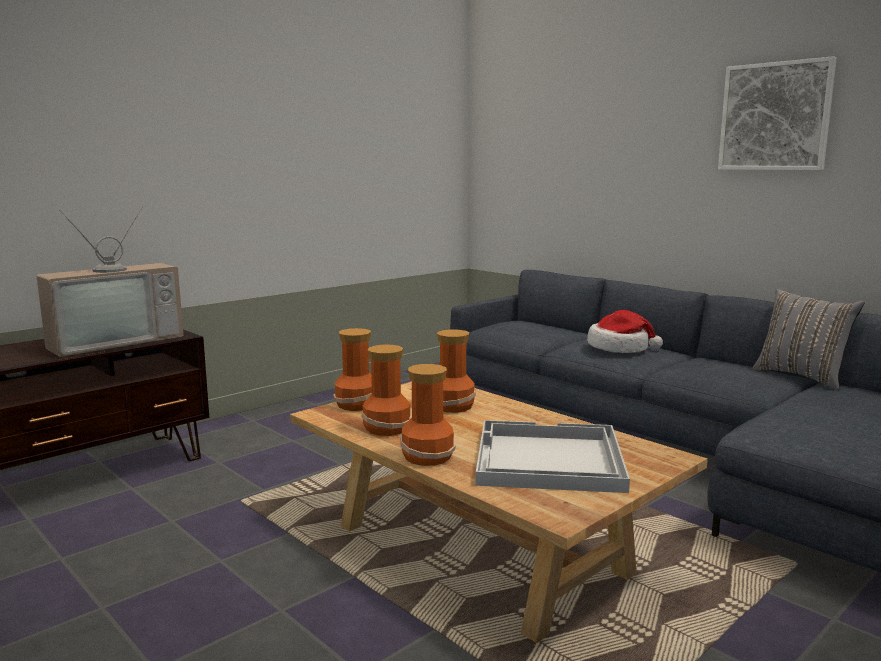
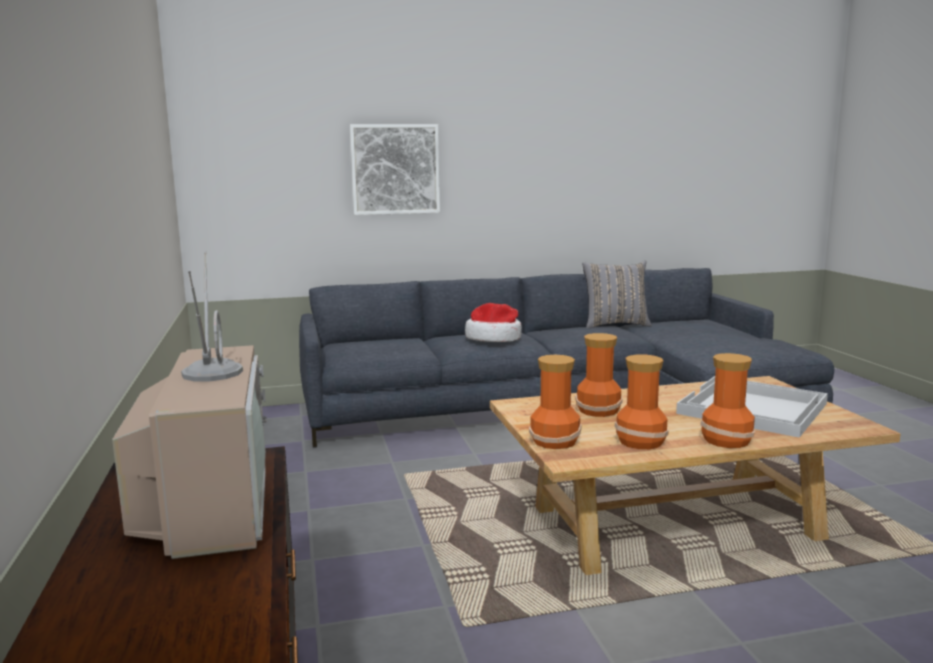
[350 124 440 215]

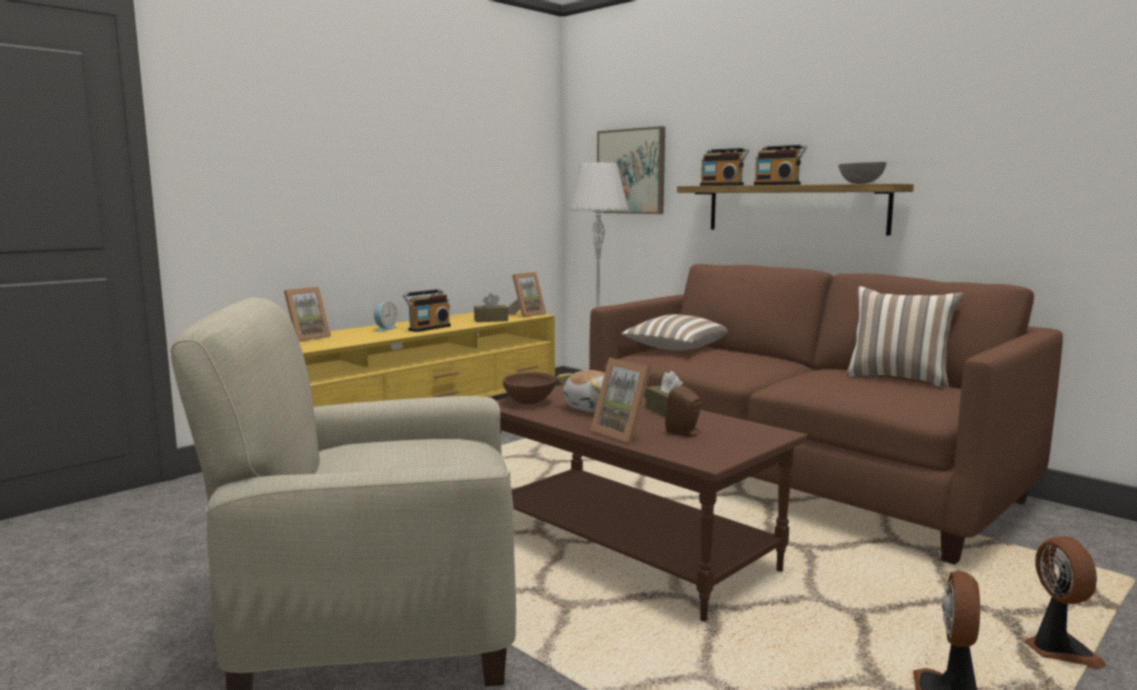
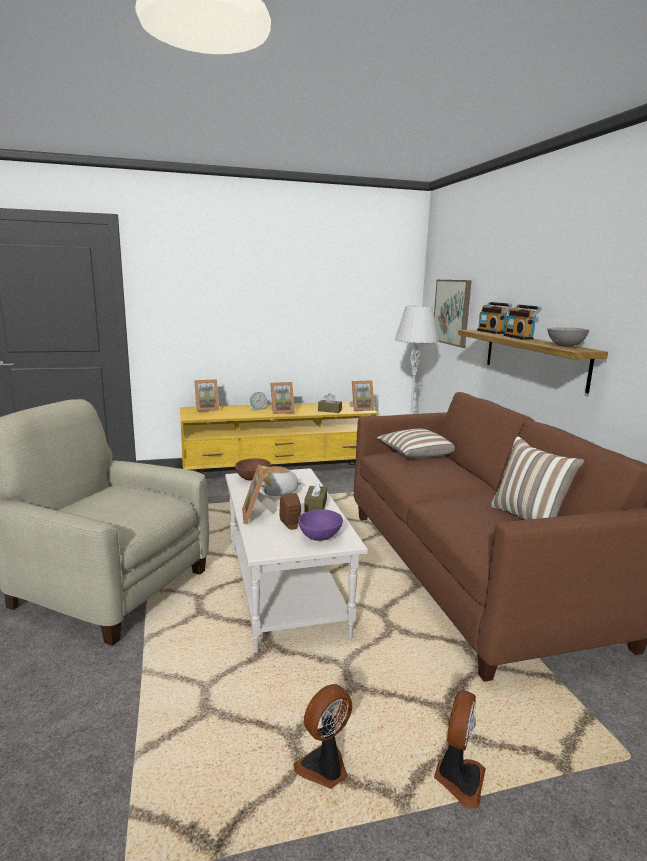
[270 382 295 414]
[225 468 368 653]
[298 509 343 541]

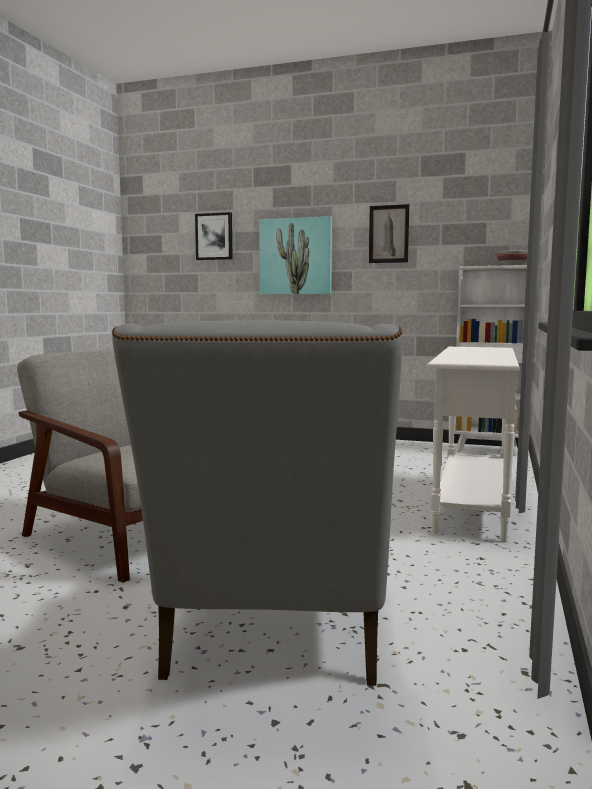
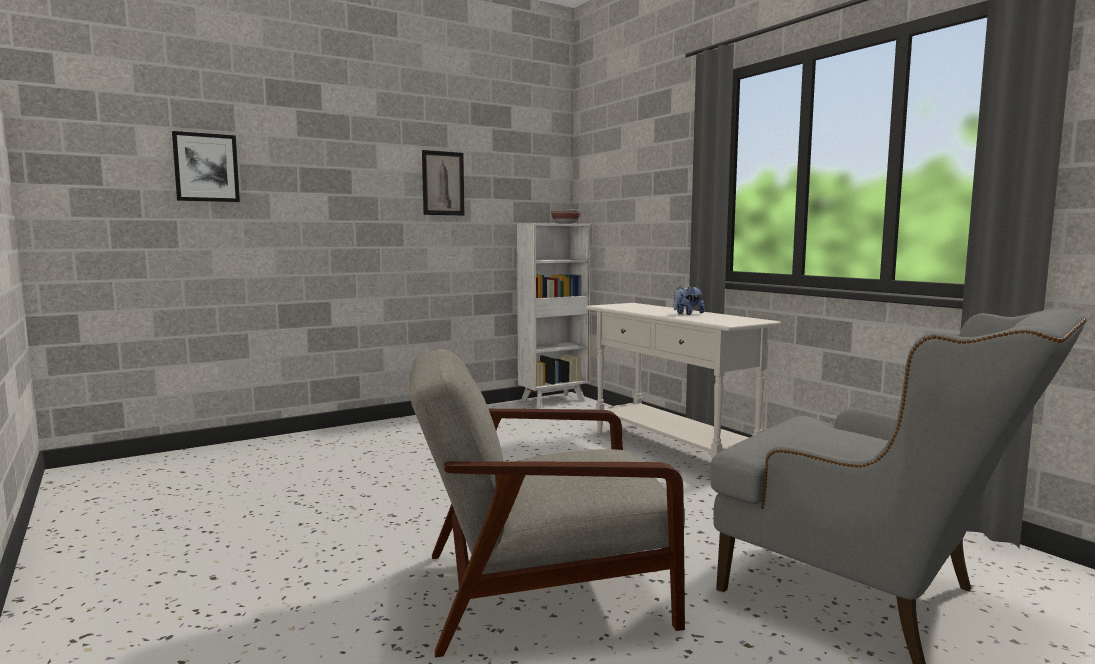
[259 216 332 294] (first image)
[674 286 705 315]

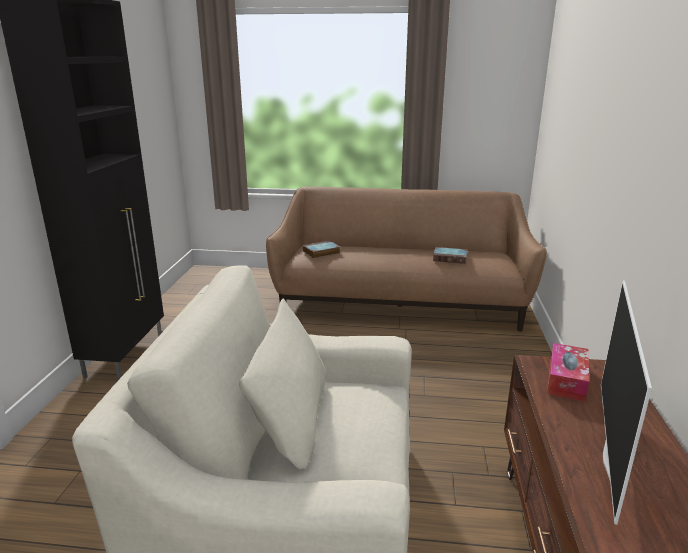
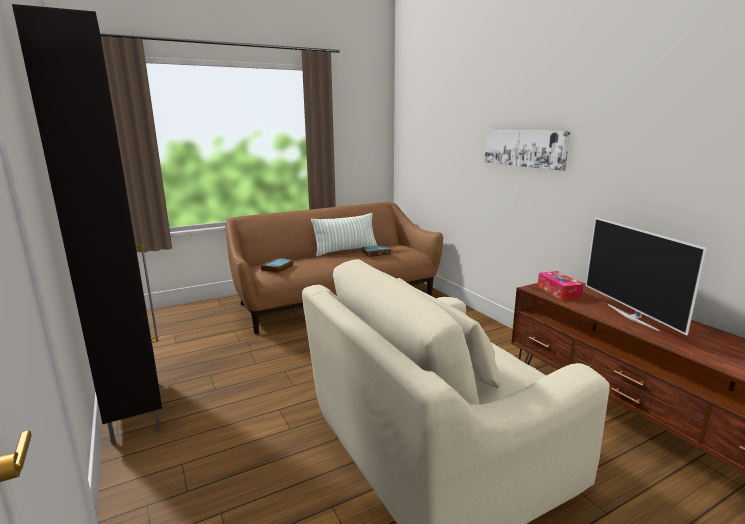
[485 130 570 171]
[311 213 377 257]

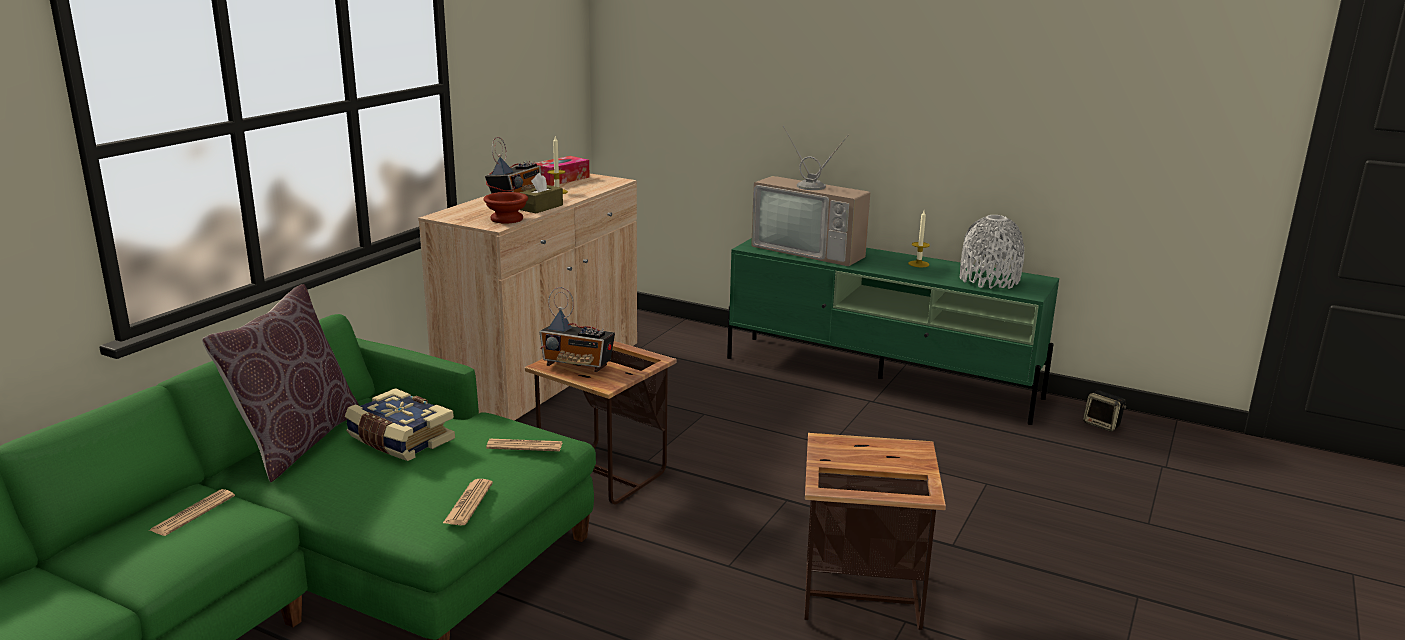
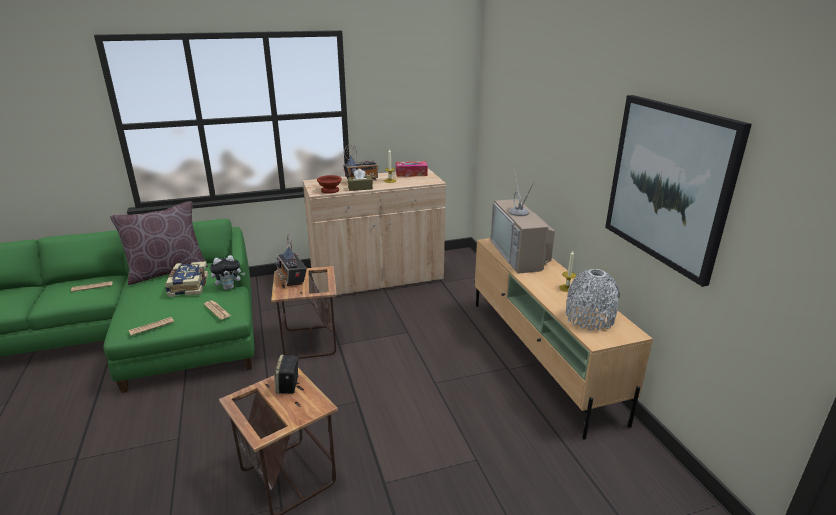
[475 238 653 440]
[275 355 300 394]
[605 95 752 287]
[210 255 245 290]

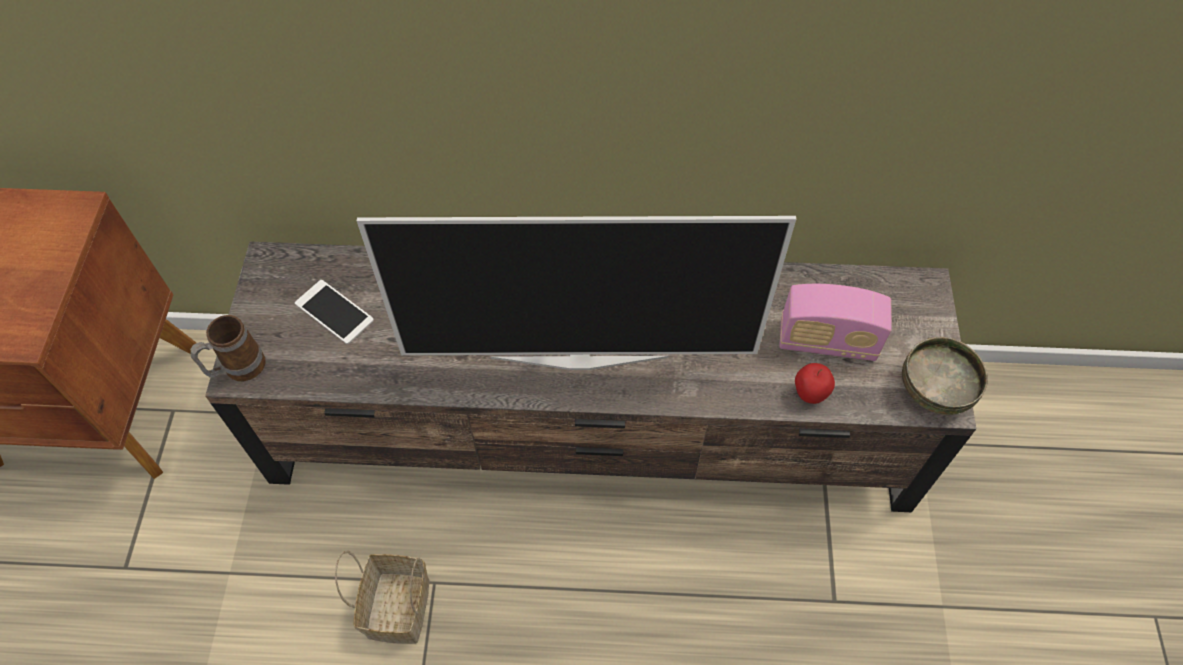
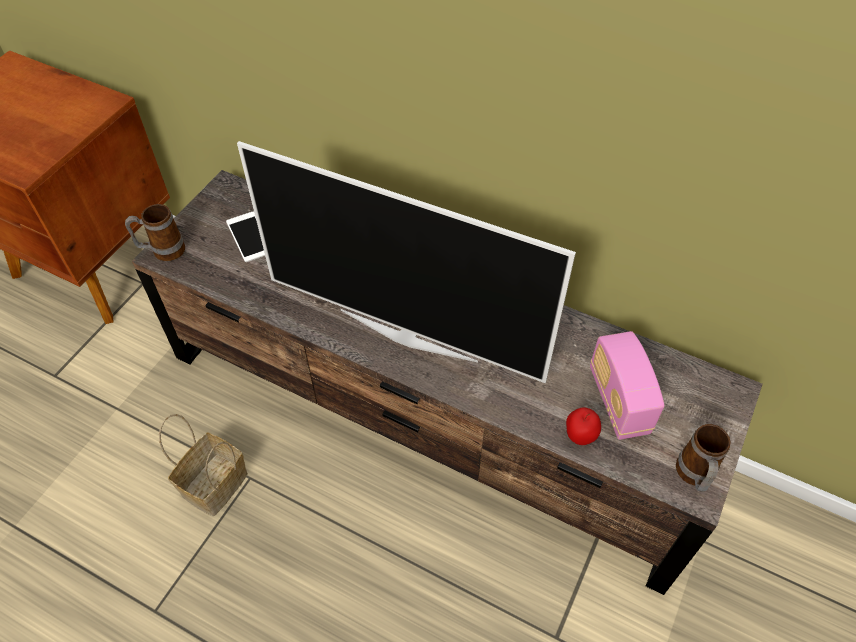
[590 331 665 440]
[676 424 731 492]

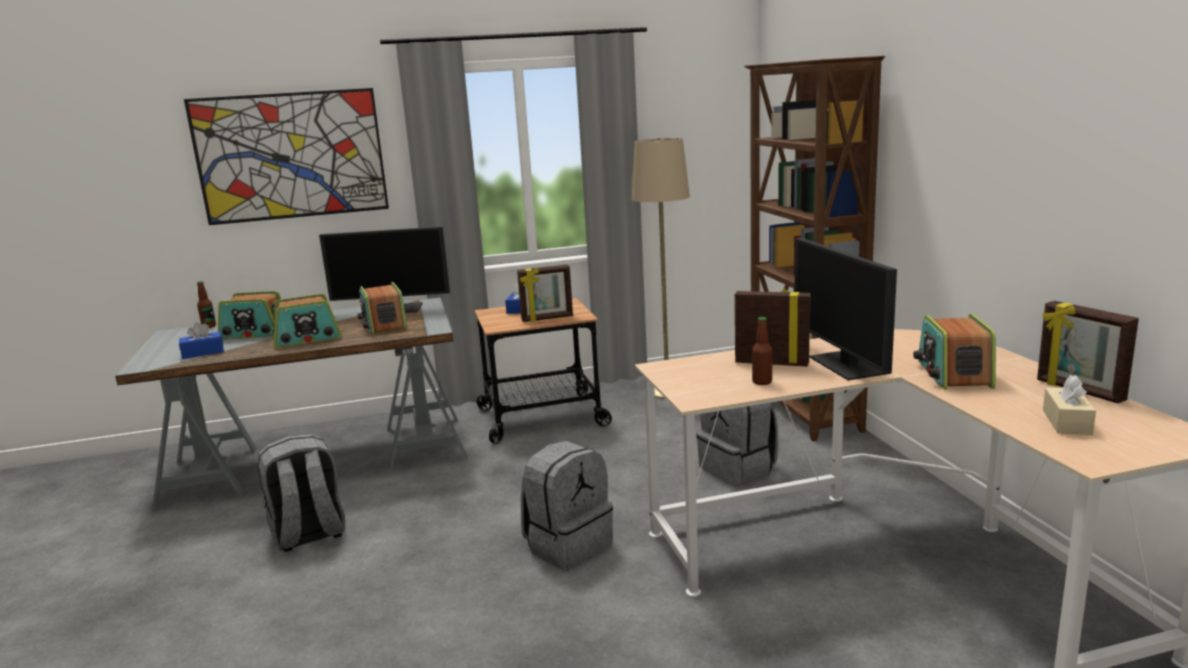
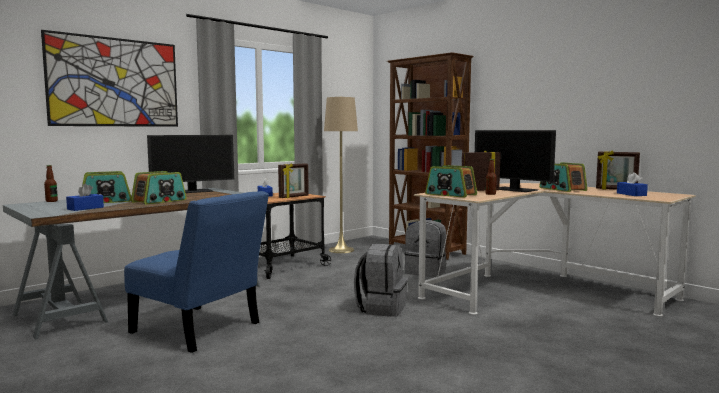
[425 165 477 198]
[617 172 648 196]
[124 191 269 353]

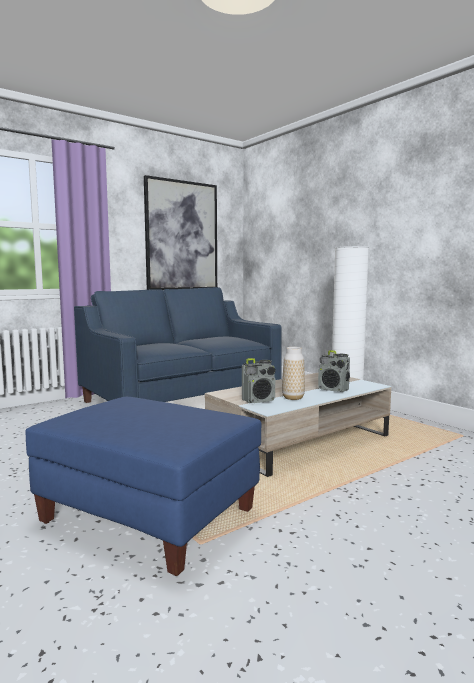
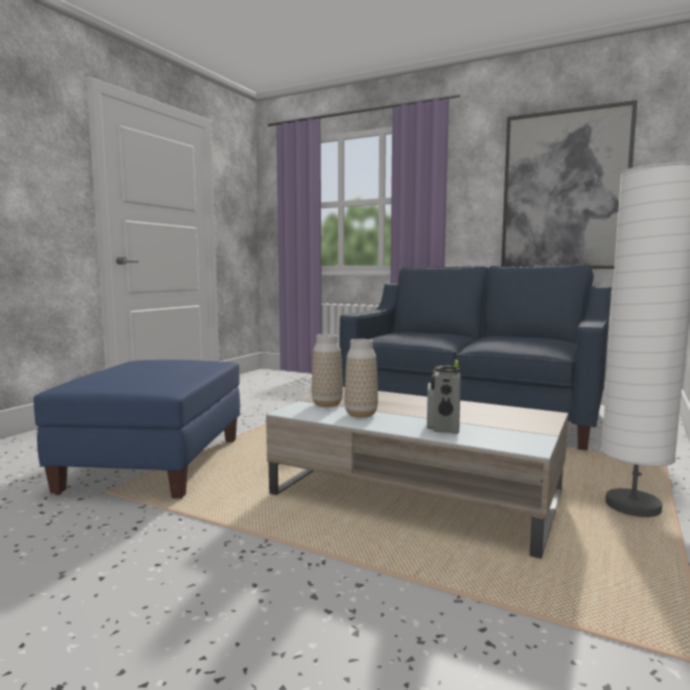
[311 334 343 407]

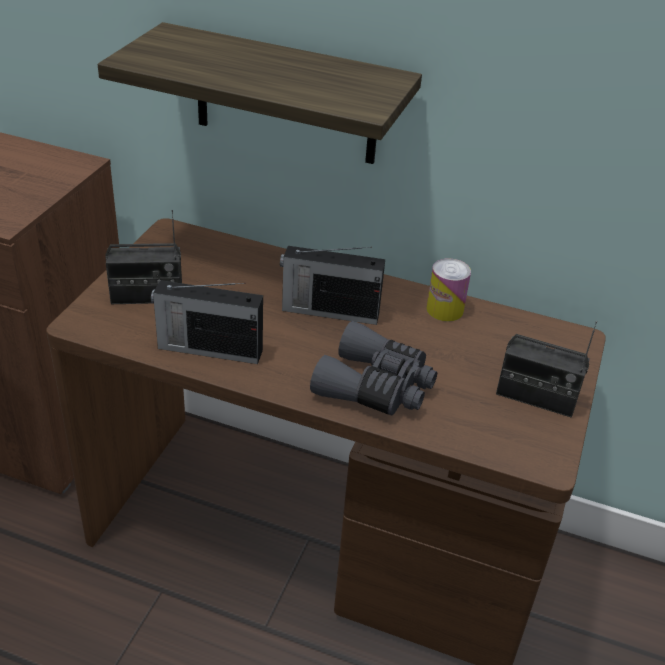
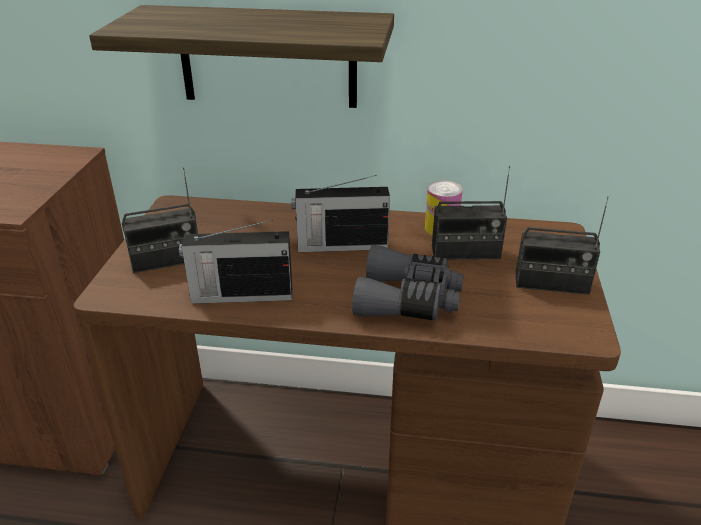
[432 166 510 259]

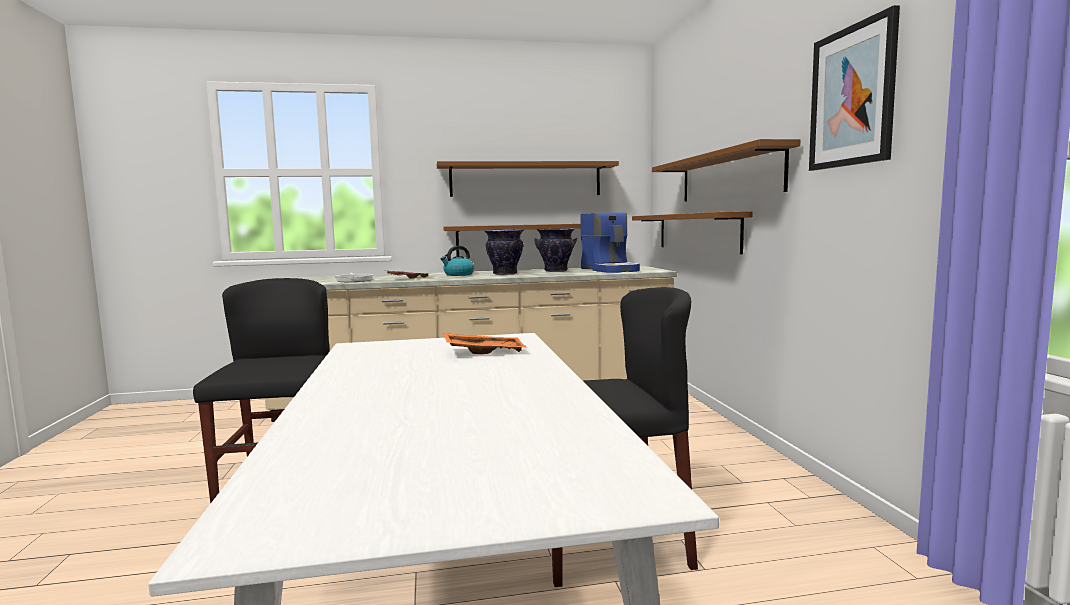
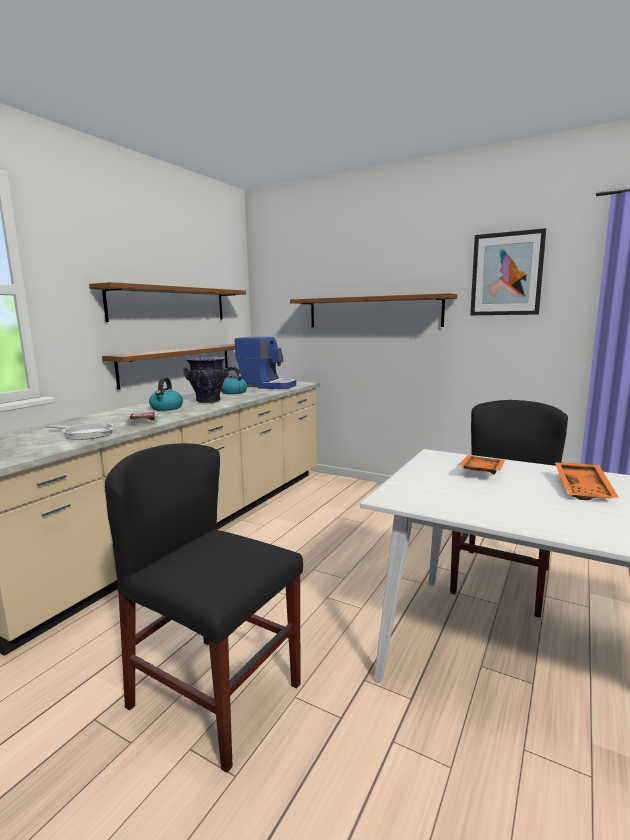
[632 211 753 254] (first image)
[221 367 247 394]
[555 463 619 500]

